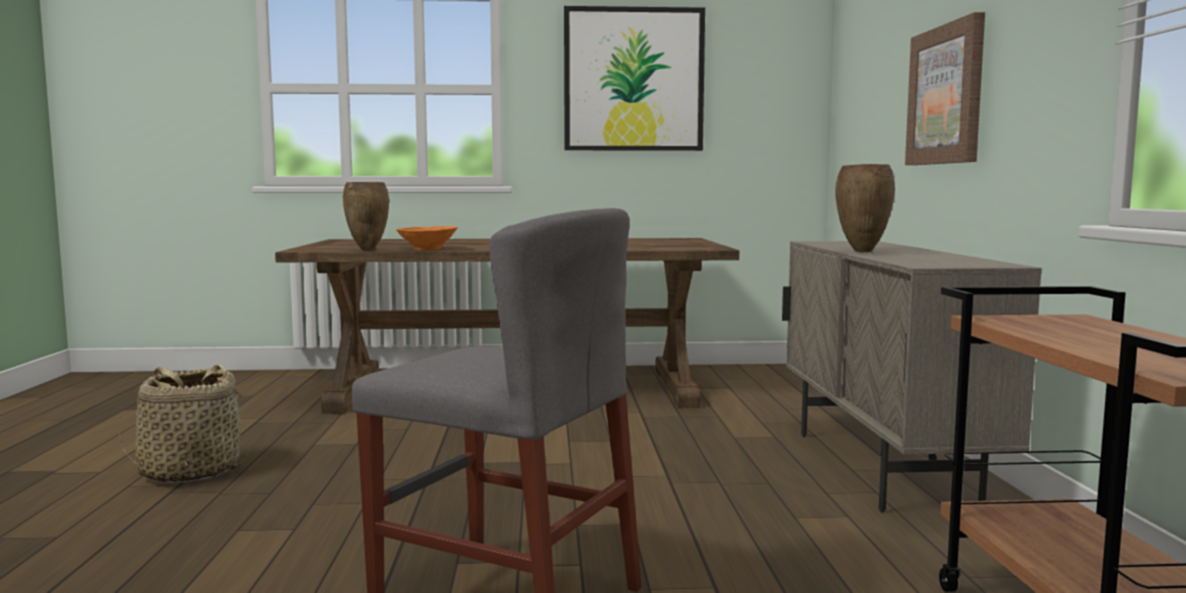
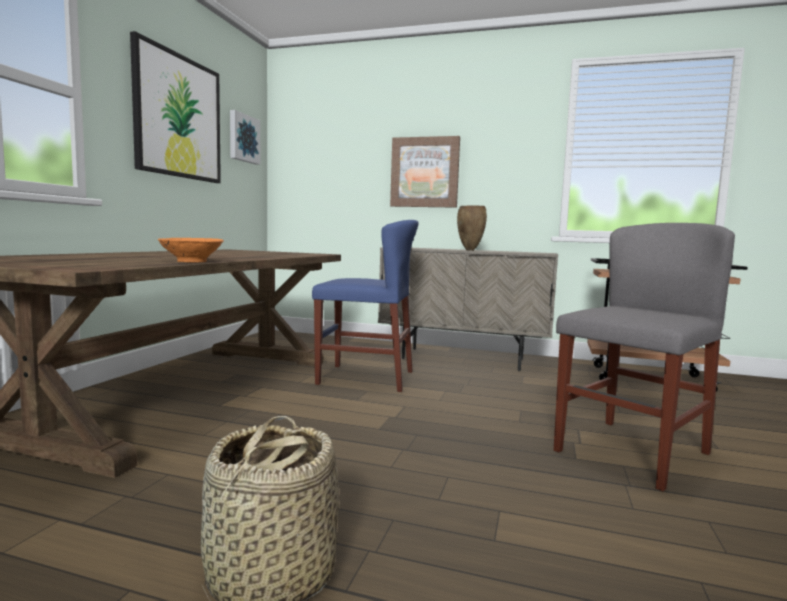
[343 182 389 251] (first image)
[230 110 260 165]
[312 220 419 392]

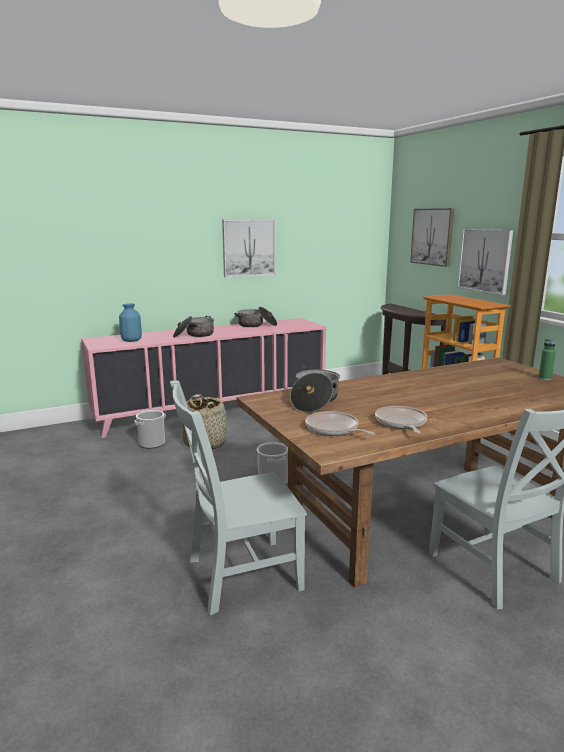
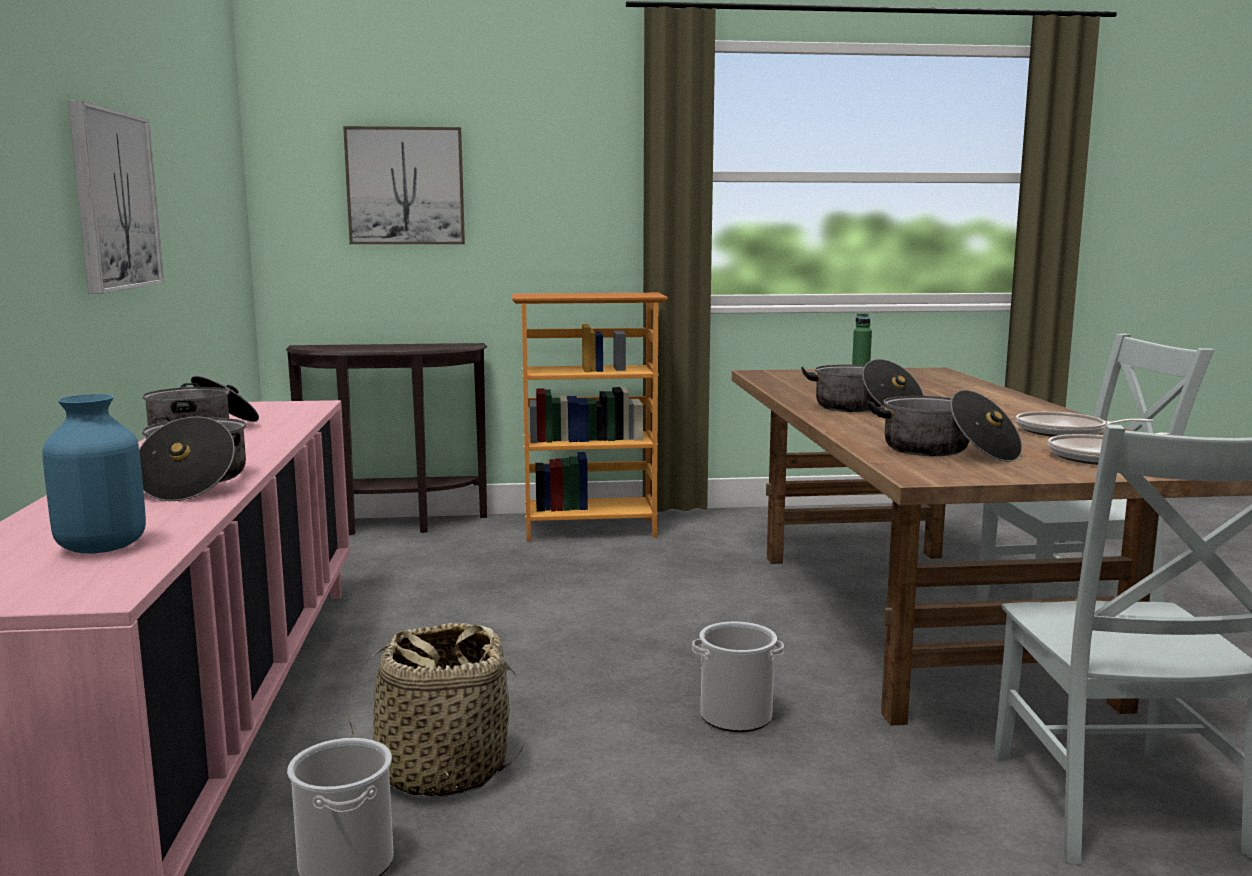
[457 229 513 295] (first image)
[801 359 924 412]

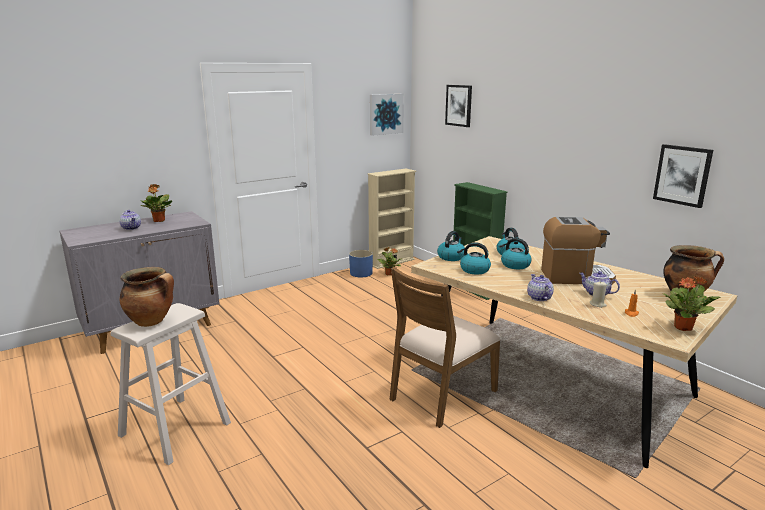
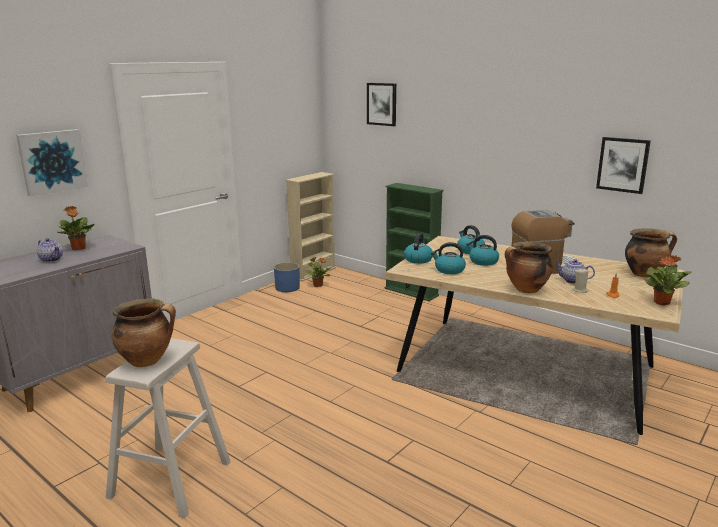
[16 129 88 196]
[390 267 501 428] (first image)
[505 242 552 293]

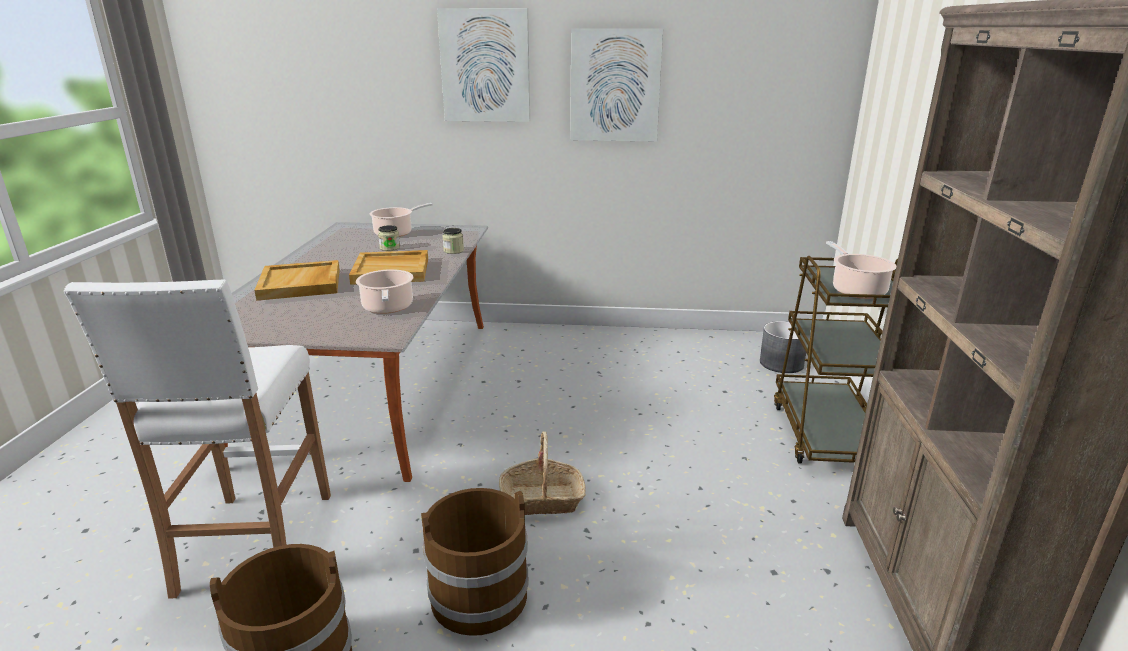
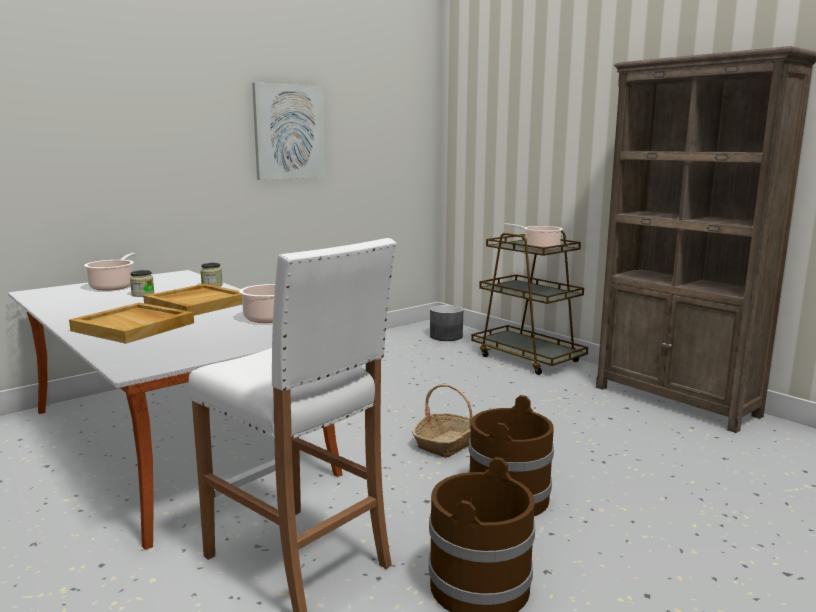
[437 8 530 122] (first image)

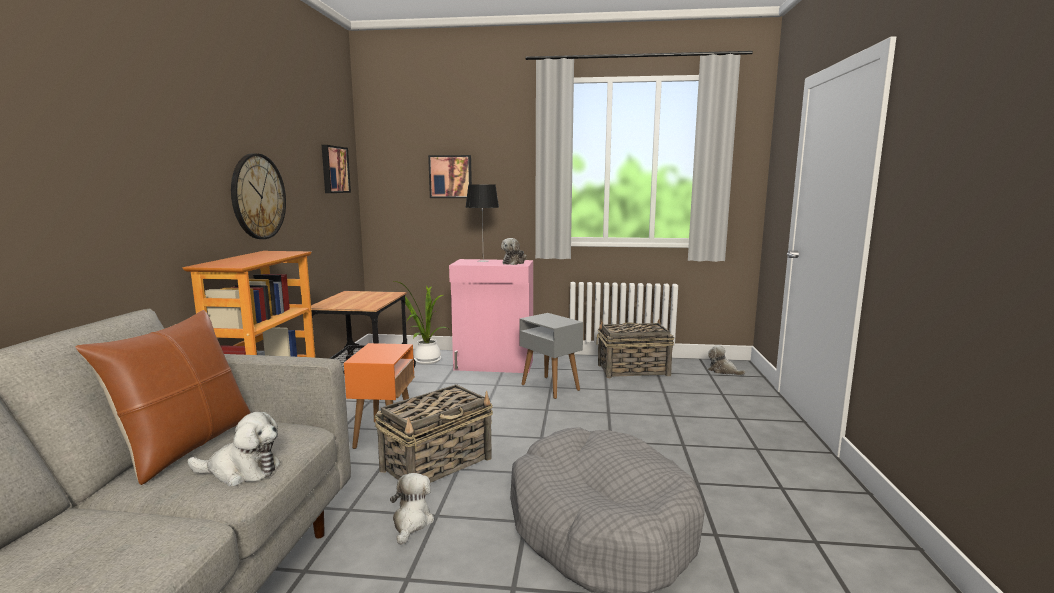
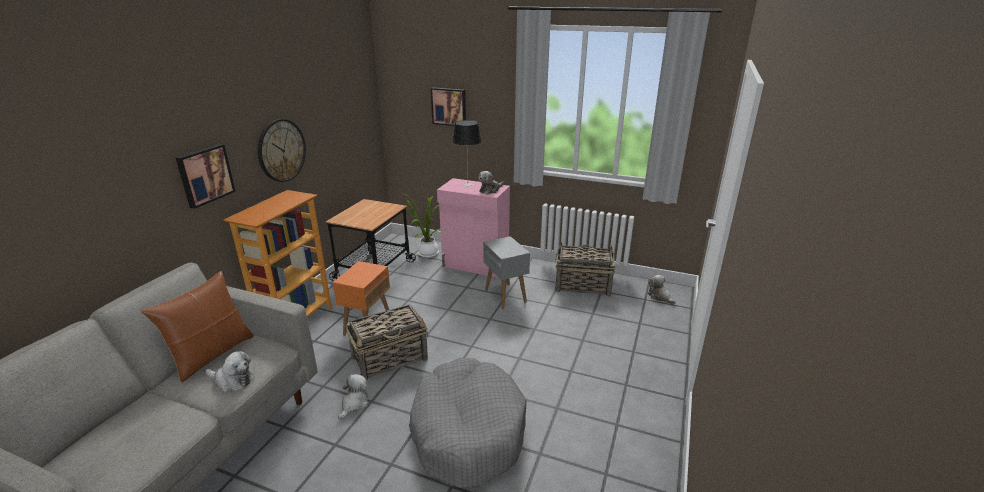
[176 144 236 209]

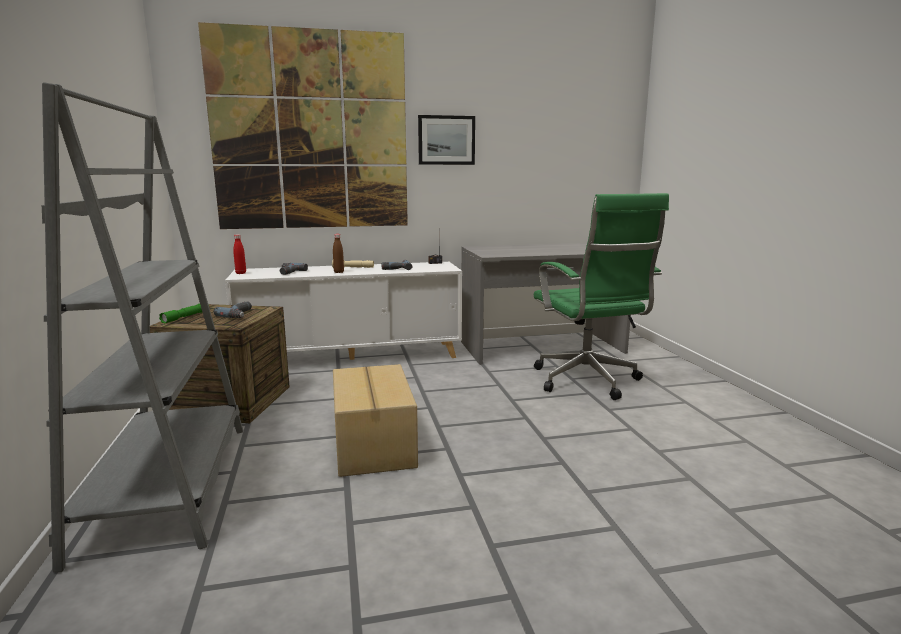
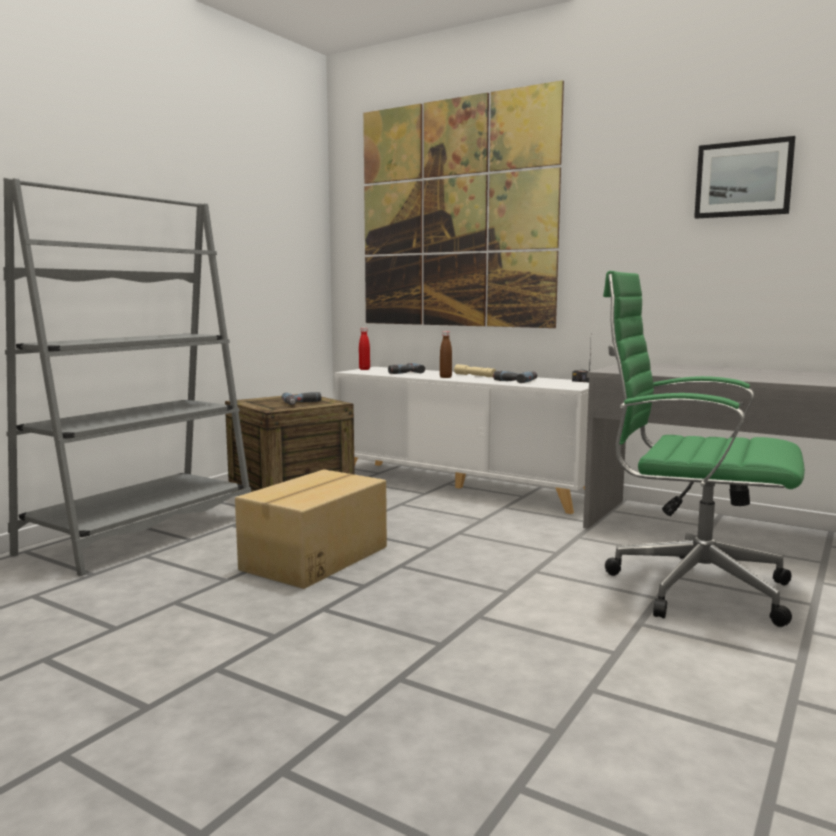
[694 136 795 219]
[603 271 805 627]
[159 304 209 324] (first image)

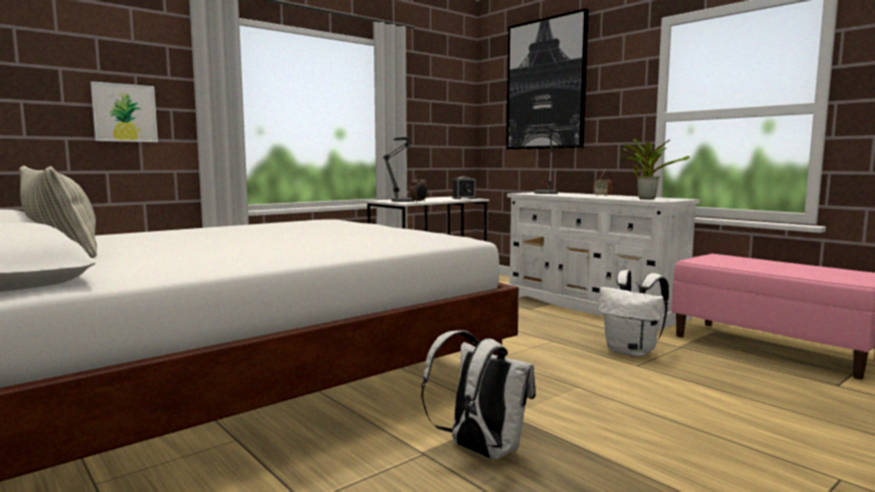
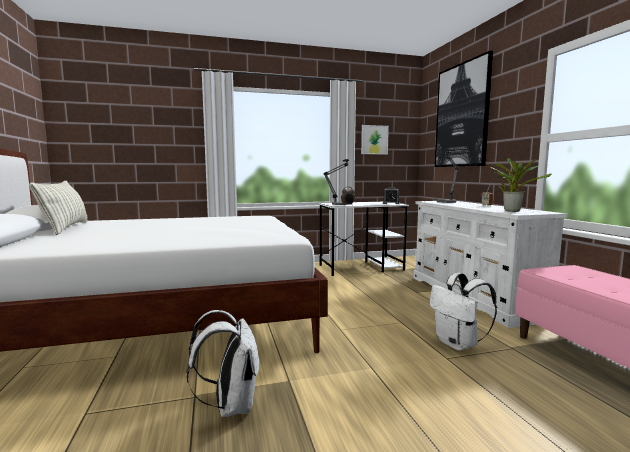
[361 125 389 155]

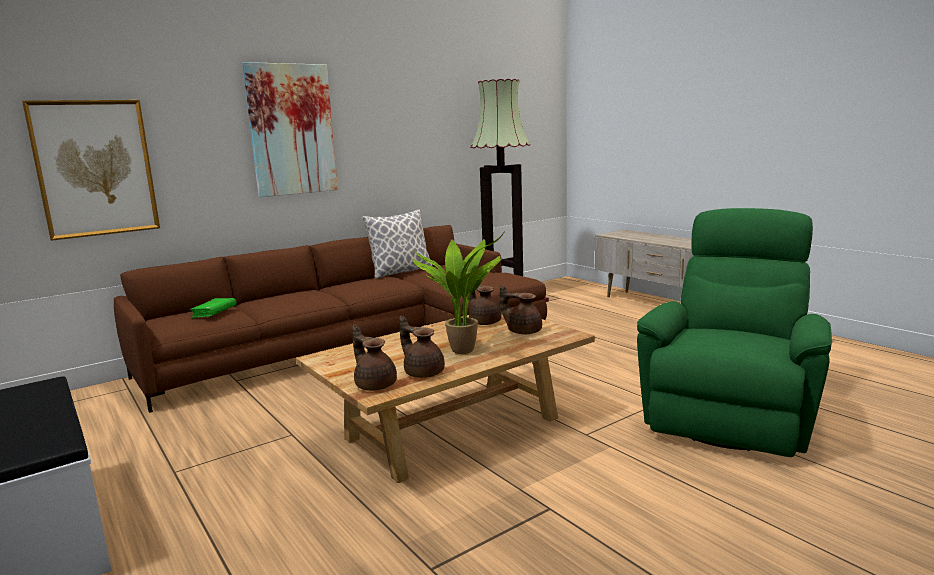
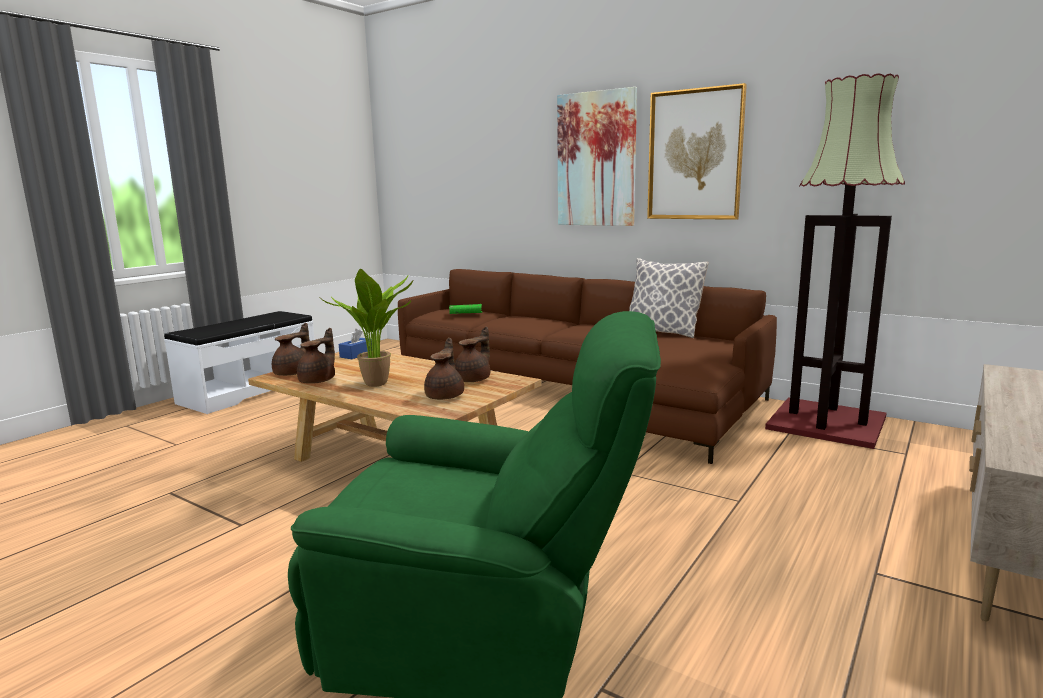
[647 83 747 220]
[339 329 372 359]

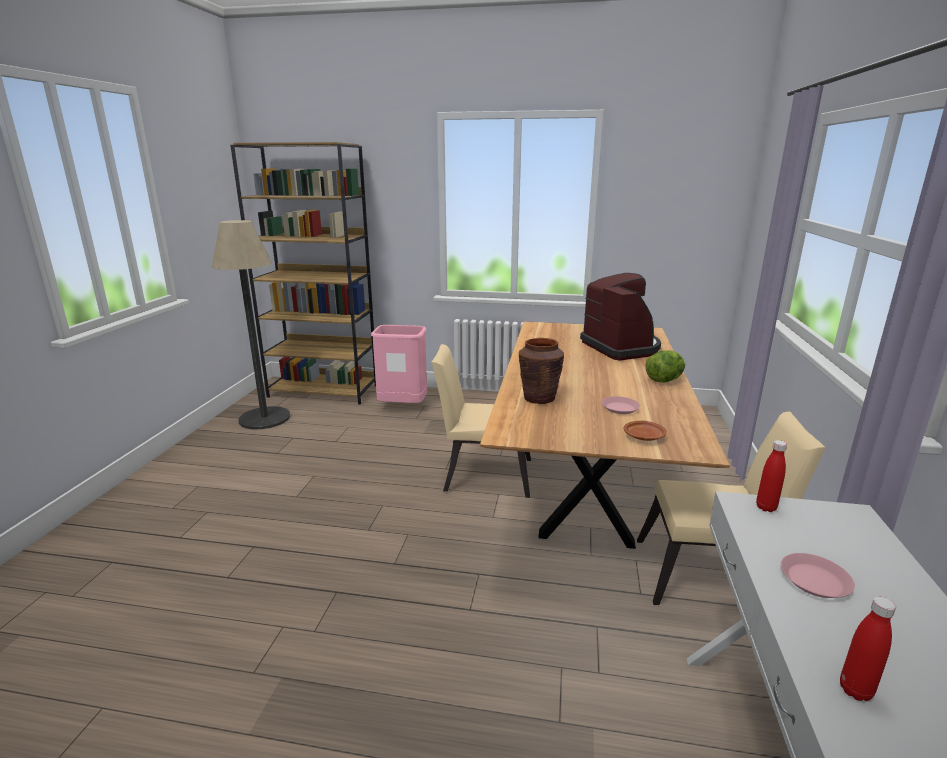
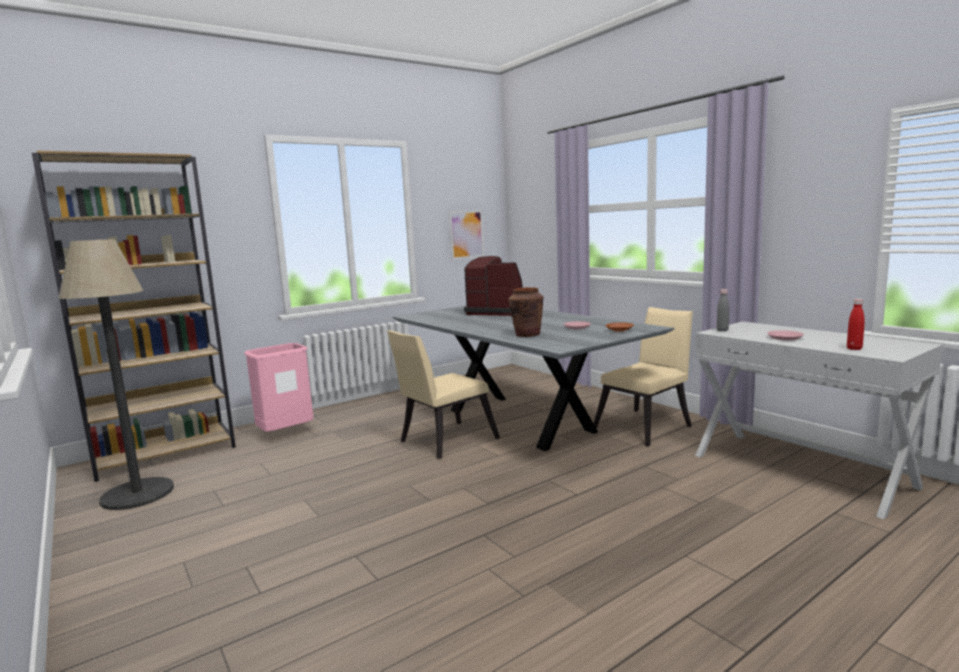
[393 306 675 451]
[645 350 685 383] (first image)
[717 289 729 331]
[449 210 484 260]

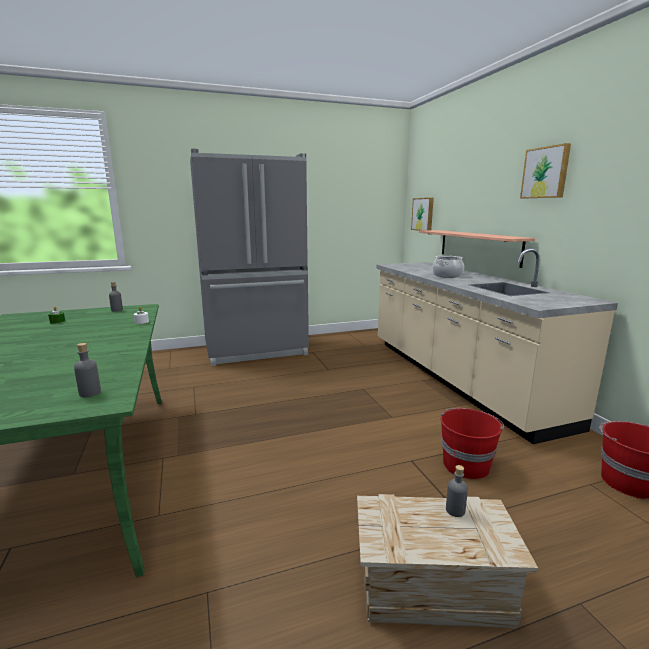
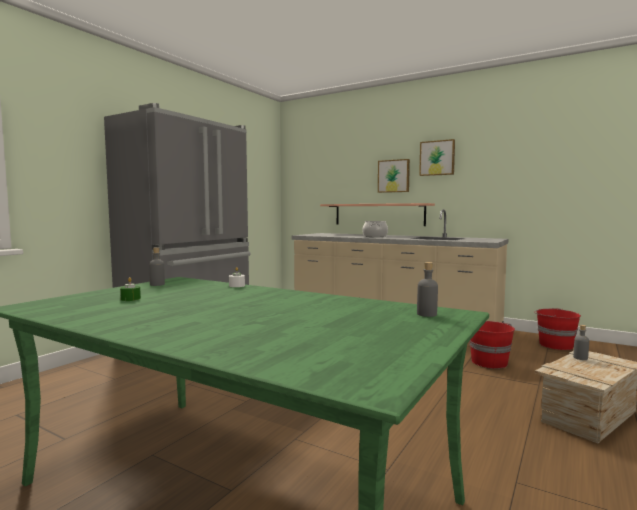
[378 159 410 193]

